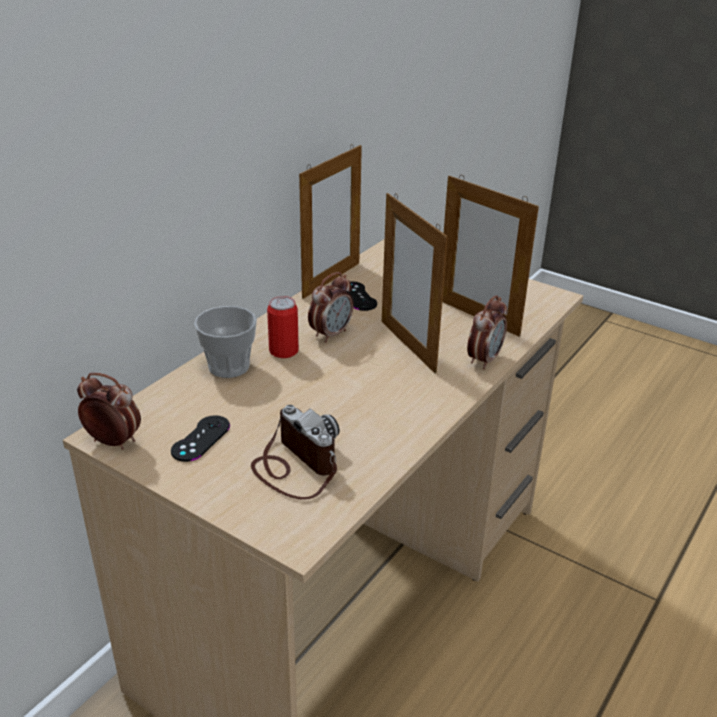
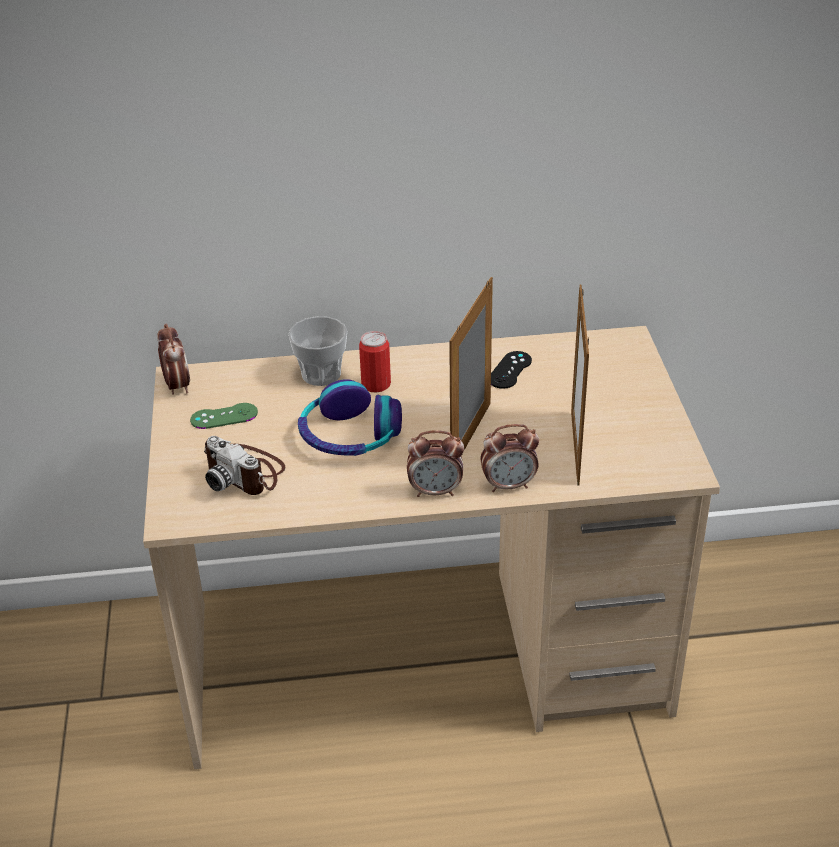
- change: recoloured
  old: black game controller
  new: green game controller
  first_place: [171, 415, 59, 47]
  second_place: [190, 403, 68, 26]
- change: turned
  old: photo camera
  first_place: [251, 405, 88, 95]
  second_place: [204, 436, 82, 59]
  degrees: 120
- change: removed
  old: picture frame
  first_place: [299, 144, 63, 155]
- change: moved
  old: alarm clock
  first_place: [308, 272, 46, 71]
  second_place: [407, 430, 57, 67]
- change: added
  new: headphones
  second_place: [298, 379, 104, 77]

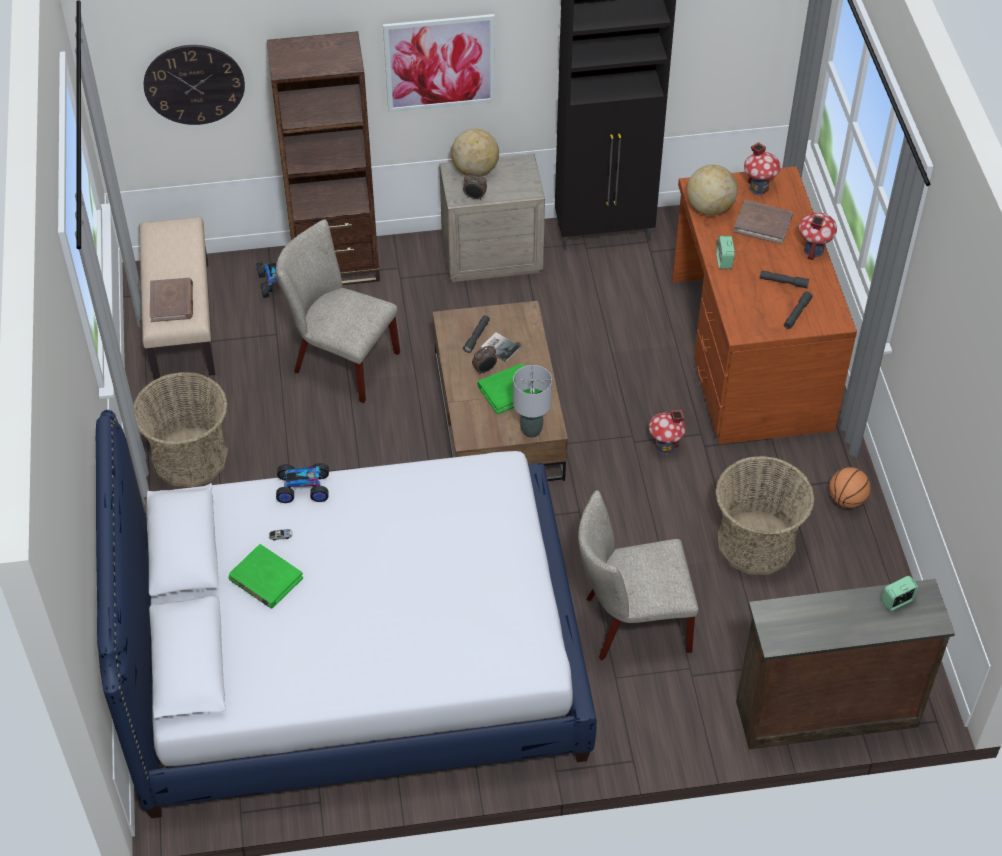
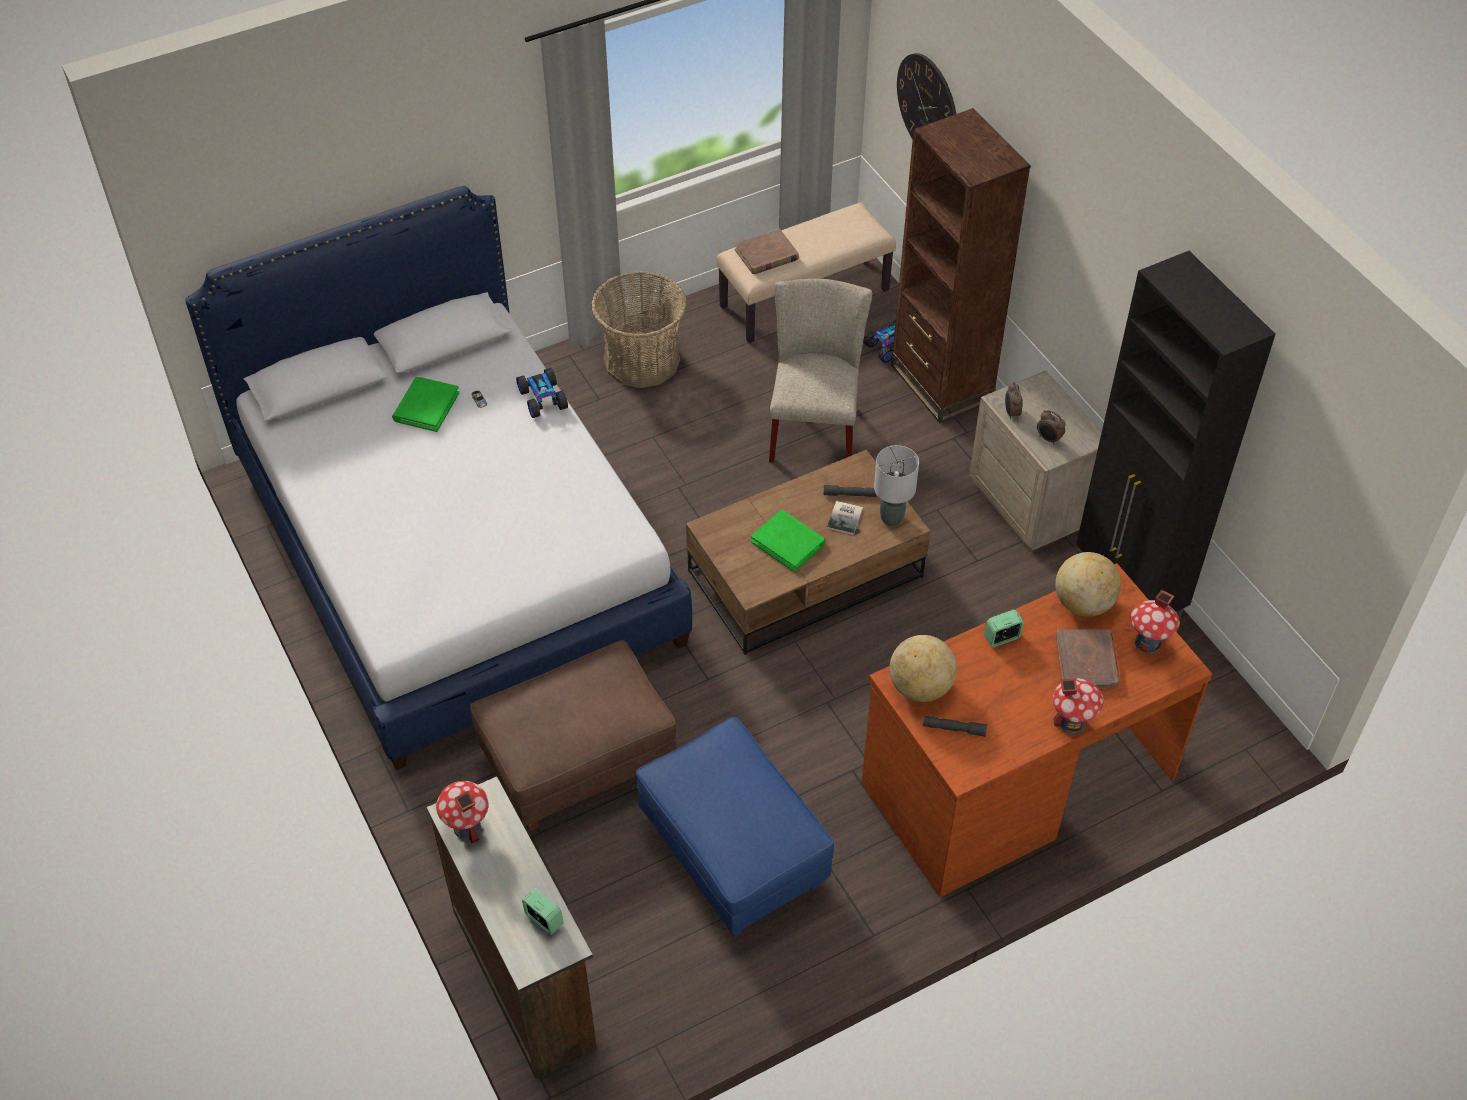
- change: removed
  old: picture
  first_place: [383, 14, 112, 98]
- change: moved
  old: globe
  first_place: [451, 129, 48, 48]
  second_place: [890, 635, 67, 67]
- change: moved
  old: alarm clock
  first_place: [472, 346, 25, 29]
  second_place: [1037, 410, 29, 35]
- change: moved
  old: grey table lamp
  first_place: [513, 365, 39, 73]
  second_place: [874, 445, 45, 81]
- change: replaced
  old: beige chair
  new: brown ottoman
  first_place: [578, 490, 121, 170]
  second_place: [470, 640, 206, 191]
- change: moved
  old: toy house
  first_place: [649, 410, 37, 45]
  second_place: [436, 781, 52, 62]
- change: replaced
  old: basket
  new: blue ottoman
  first_place: [715, 456, 100, 119]
  second_place: [636, 717, 198, 220]
- change: removed
  old: grey flashlight
  first_place: [760, 270, 49, 18]
- change: removed
  old: basketball
  first_place: [829, 467, 42, 41]

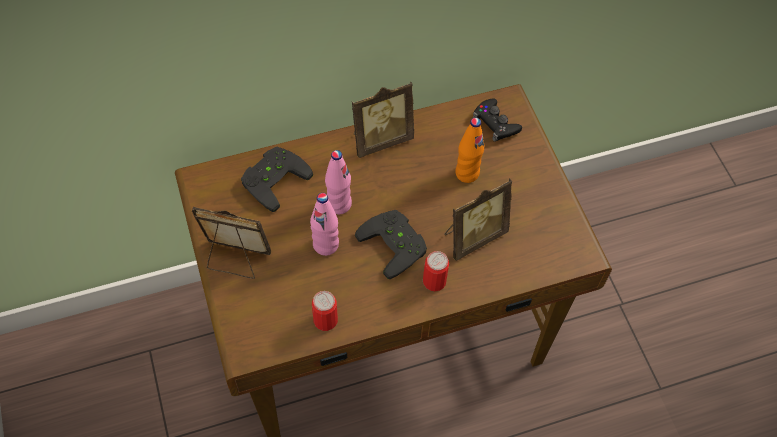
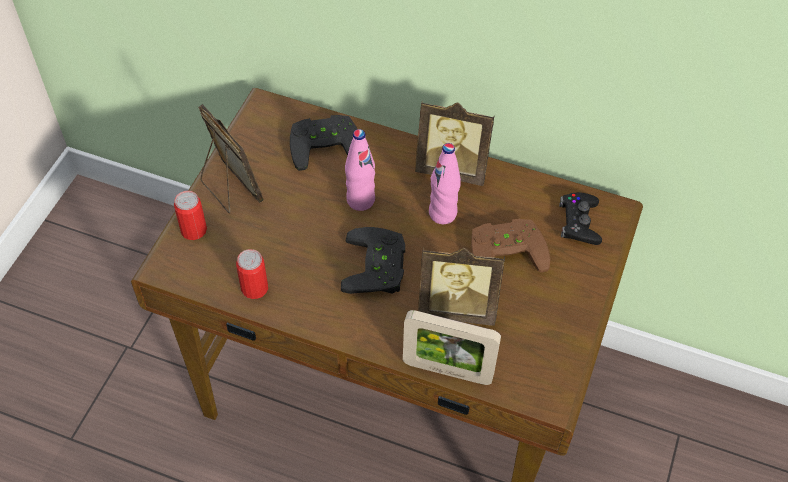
- change: moved
  old: pink bottle
  first_place: [310, 193, 29, 63]
  second_place: [429, 143, 32, 81]
- change: moved
  old: can
  first_place: [423, 251, 26, 40]
  second_place: [174, 191, 33, 49]
- change: replaced
  old: orange bottle
  new: brown game controller
  first_place: [455, 118, 30, 65]
  second_place: [471, 219, 80, 54]
- change: added
  new: picture frame
  second_place: [403, 310, 98, 75]

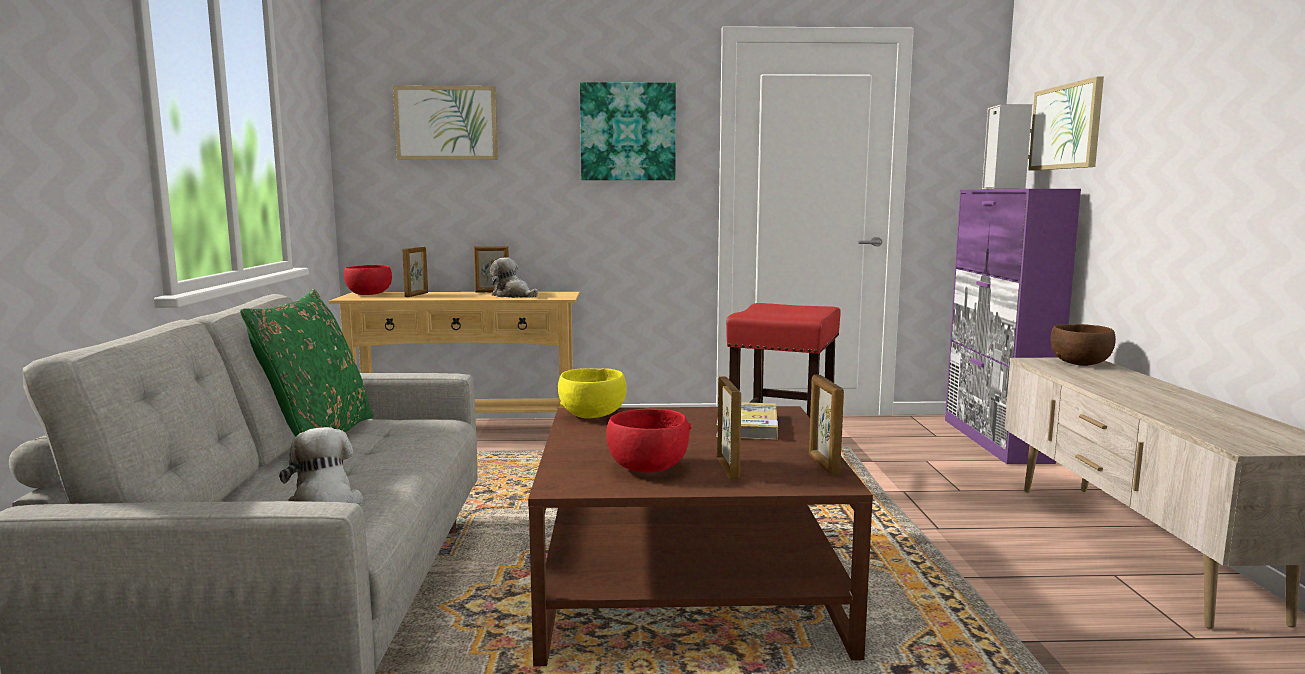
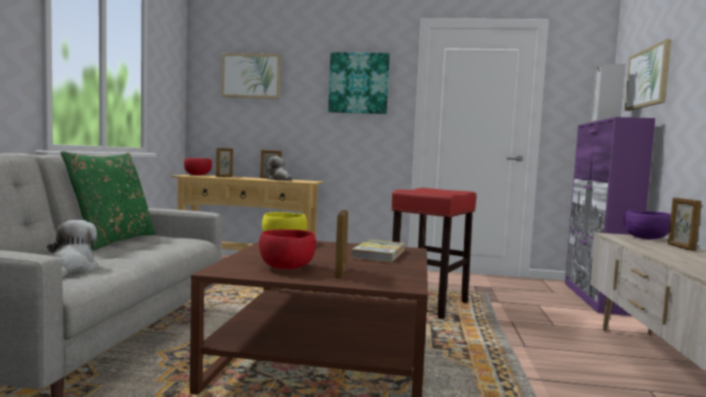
- change: moved
  old: picture frame
  first_place: [809, 375, 35, 101]
  second_place: [668, 198, 34, 53]
- change: recoloured
  old: brown bowl
  new: purple bowl
  first_place: [1051, 324, 65, 42]
  second_place: [624, 210, 47, 29]

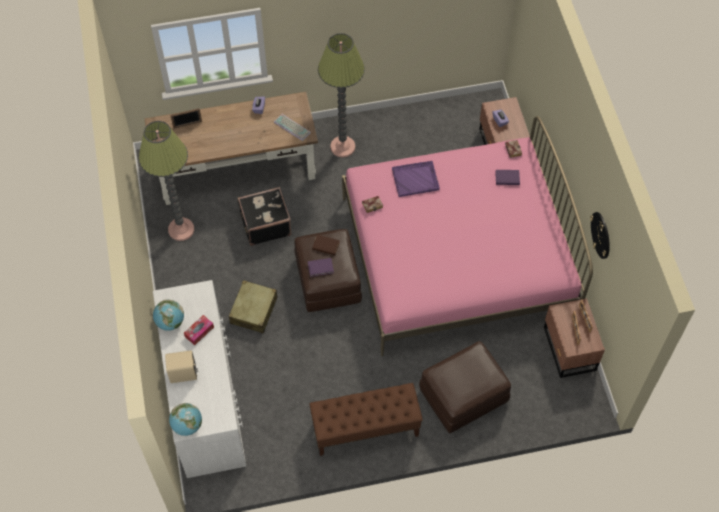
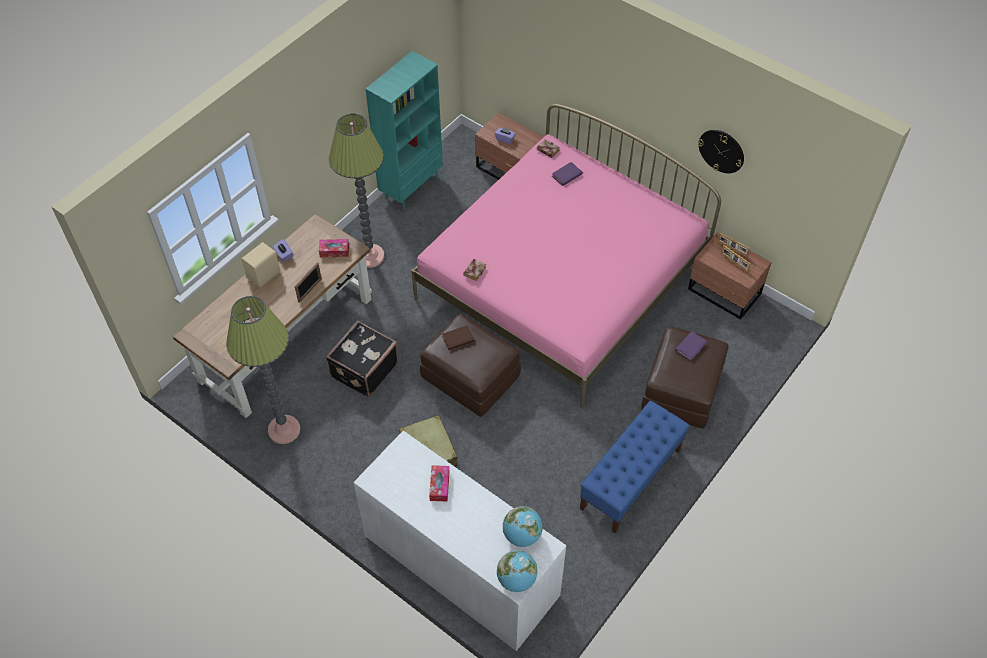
- change: moved
  old: globe
  first_place: [153, 299, 31, 32]
  second_place: [503, 506, 40, 41]
- change: moved
  old: beige speaker
  first_place: [165, 350, 33, 33]
  second_place: [241, 242, 39, 46]
- change: moved
  old: picture frame
  first_place: [170, 108, 32, 21]
  second_place: [294, 263, 28, 40]
- change: replaced
  old: keyboard
  new: tissue box
  first_place: [274, 114, 37, 27]
  second_place: [319, 239, 30, 19]
- change: moved
  old: purple book
  first_place: [308, 258, 26, 19]
  second_place: [675, 331, 32, 30]
- change: recoloured
  old: brown bench
  new: blue bench
  first_place: [309, 383, 114, 73]
  second_place: [580, 401, 110, 133]
- change: removed
  old: purple tray
  first_place: [392, 161, 48, 36]
- change: added
  new: turquoise bookcase
  second_place: [366, 51, 77, 159]

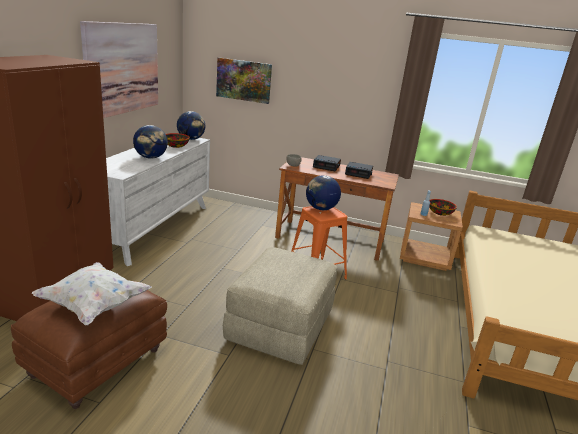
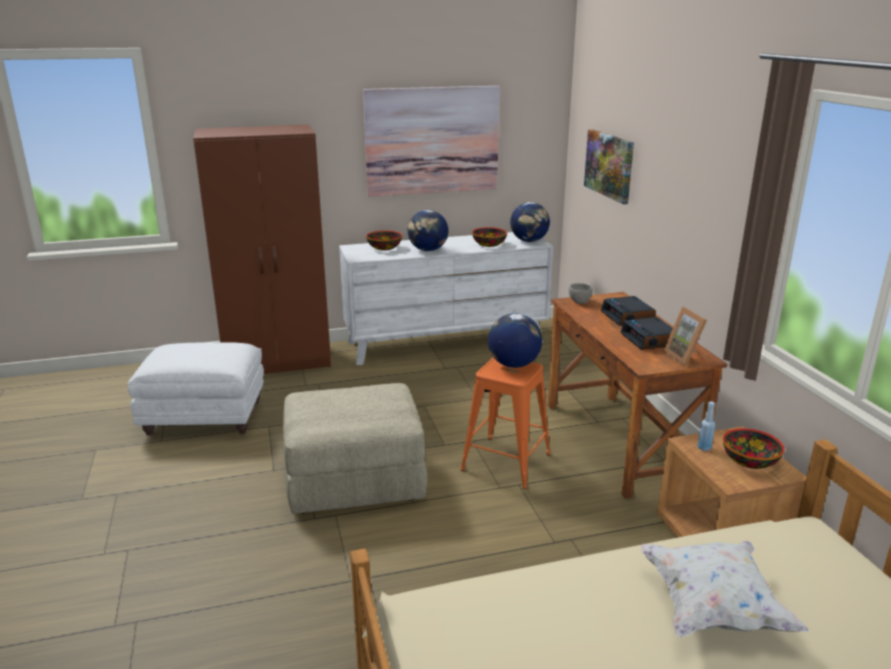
- change: recoloured
  old: brown ottoman
  new: white ottoman
  first_place: [11, 290, 156, 119]
  second_place: [128, 342, 136, 94]
- change: moved
  old: white pillow
  first_place: [32, 262, 120, 64]
  second_place: [641, 541, 168, 96]
- change: added
  new: bowl
  second_place: [366, 230, 36, 20]
- change: added
  new: picture frame
  second_place: [663, 307, 44, 59]

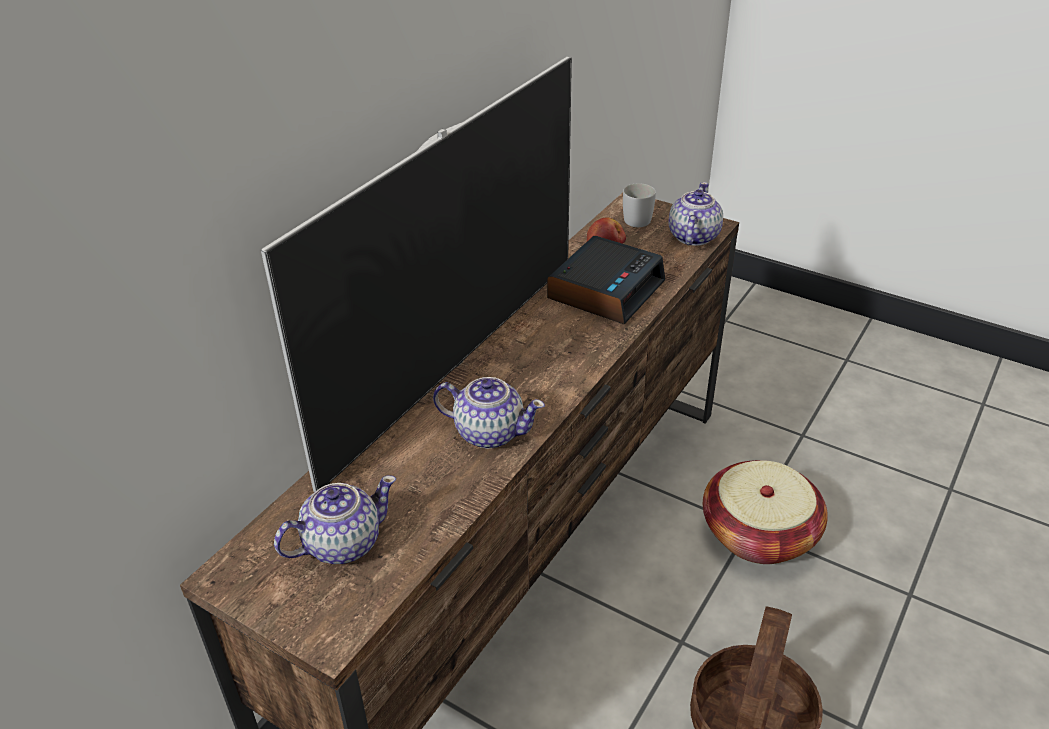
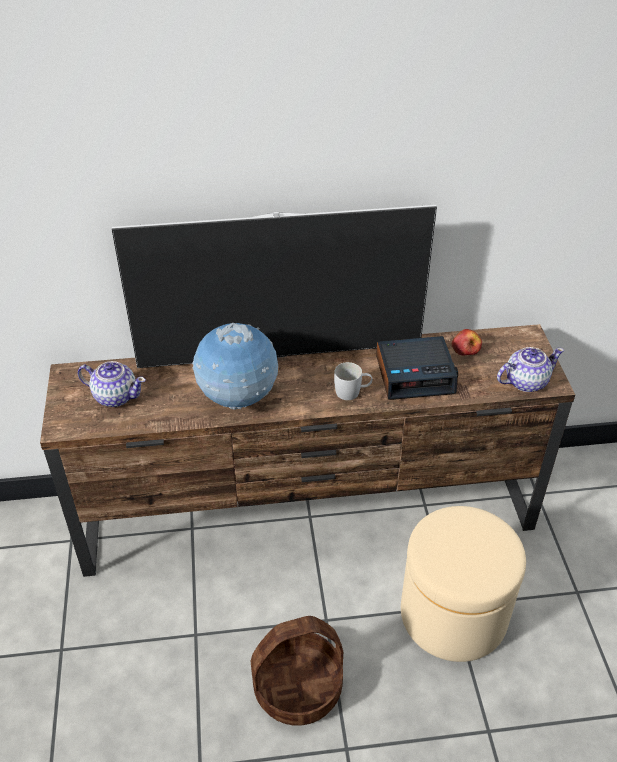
- change: replaced
  old: teapot
  new: globe
  first_place: [433, 377, 112, 72]
  second_place: [192, 322, 86, 88]
- change: moved
  old: white mug
  first_place: [623, 183, 33, 44]
  second_place: [334, 362, 39, 38]
- change: replaced
  old: basket
  new: beige ottoman
  first_place: [703, 460, 125, 104]
  second_place: [401, 506, 125, 156]

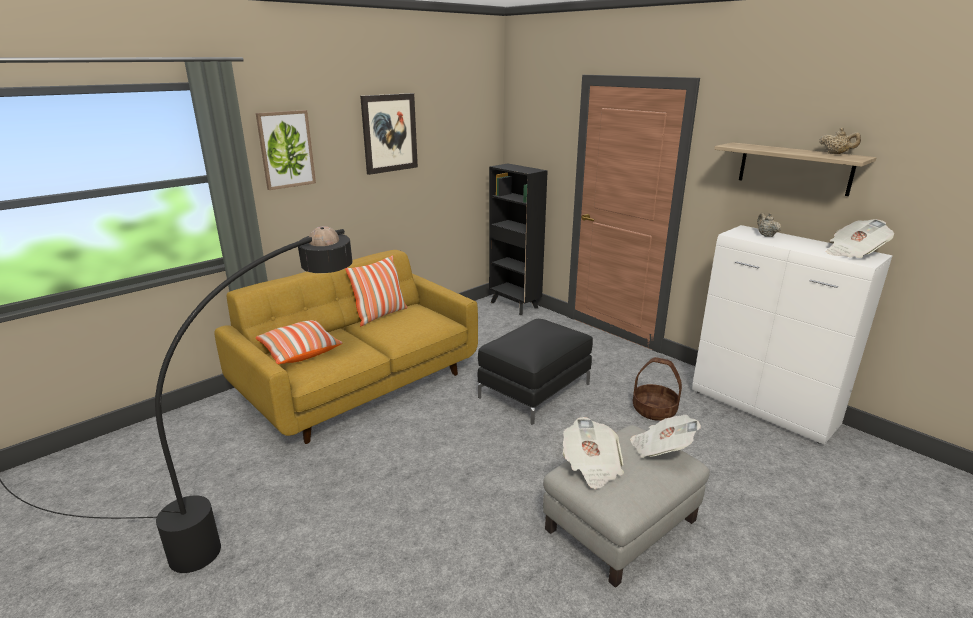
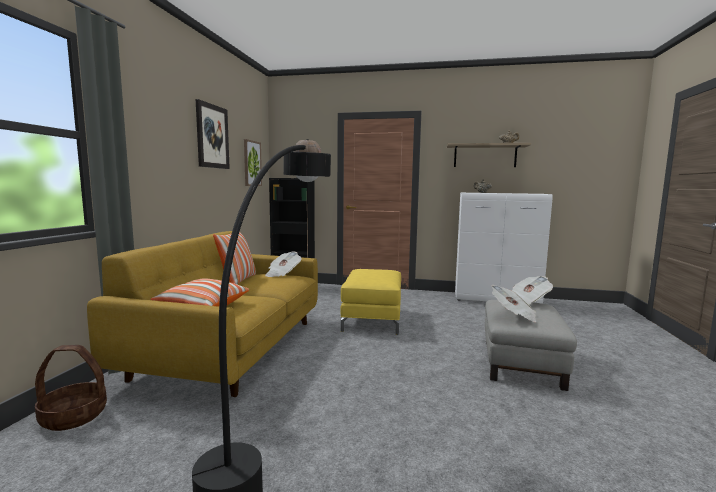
- change: moved
  old: picture
  first_place: [256, 110, 60, 80]
  second_place: [244, 139, 18, 47]
- change: recoloured
  old: black ottoman
  new: yellow ottoman
  first_place: [477, 319, 116, 106]
  second_place: [340, 269, 61, 66]
- change: moved
  old: basket
  first_place: [633, 357, 49, 64]
  second_place: [35, 345, 72, 86]
- change: moved
  old: newspaper
  first_place: [826, 219, 68, 39]
  second_place: [265, 251, 37, 26]

